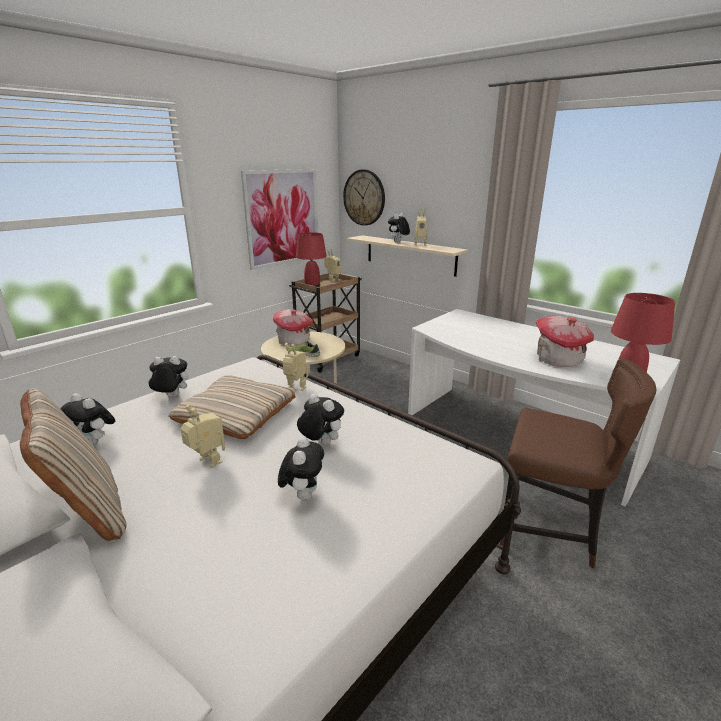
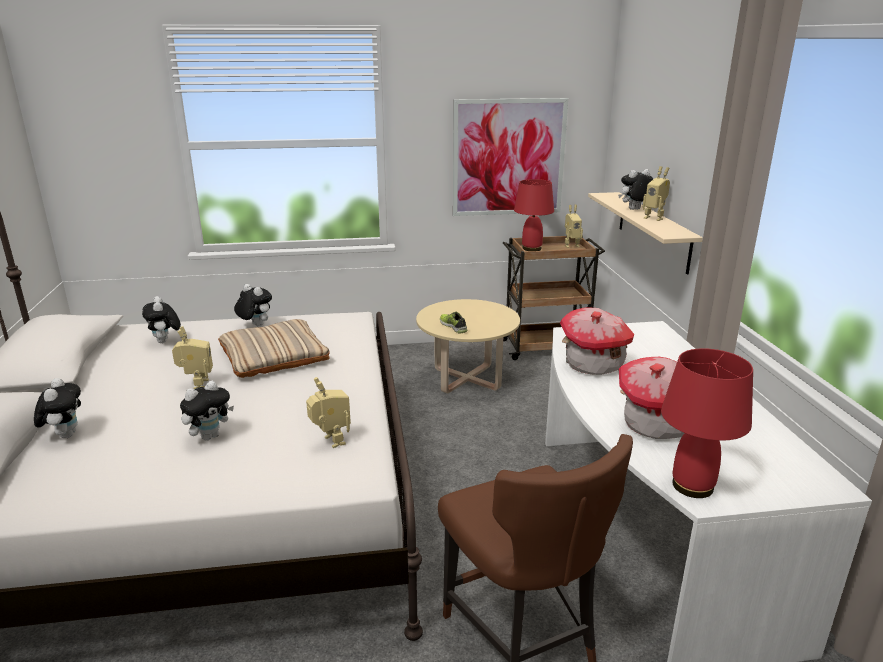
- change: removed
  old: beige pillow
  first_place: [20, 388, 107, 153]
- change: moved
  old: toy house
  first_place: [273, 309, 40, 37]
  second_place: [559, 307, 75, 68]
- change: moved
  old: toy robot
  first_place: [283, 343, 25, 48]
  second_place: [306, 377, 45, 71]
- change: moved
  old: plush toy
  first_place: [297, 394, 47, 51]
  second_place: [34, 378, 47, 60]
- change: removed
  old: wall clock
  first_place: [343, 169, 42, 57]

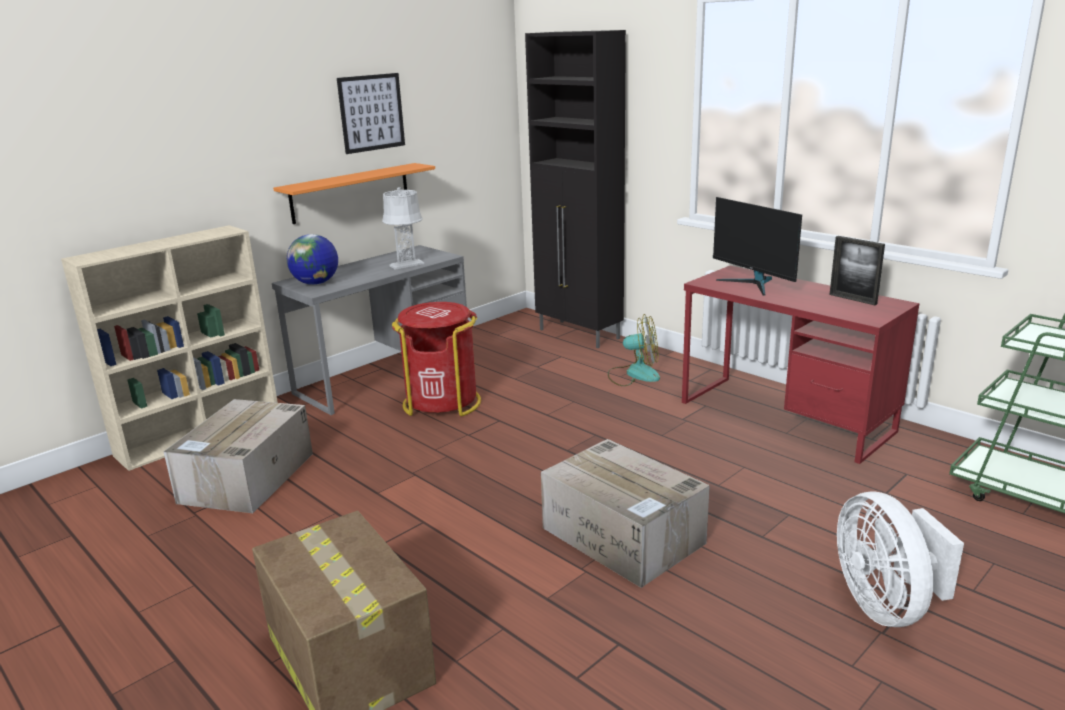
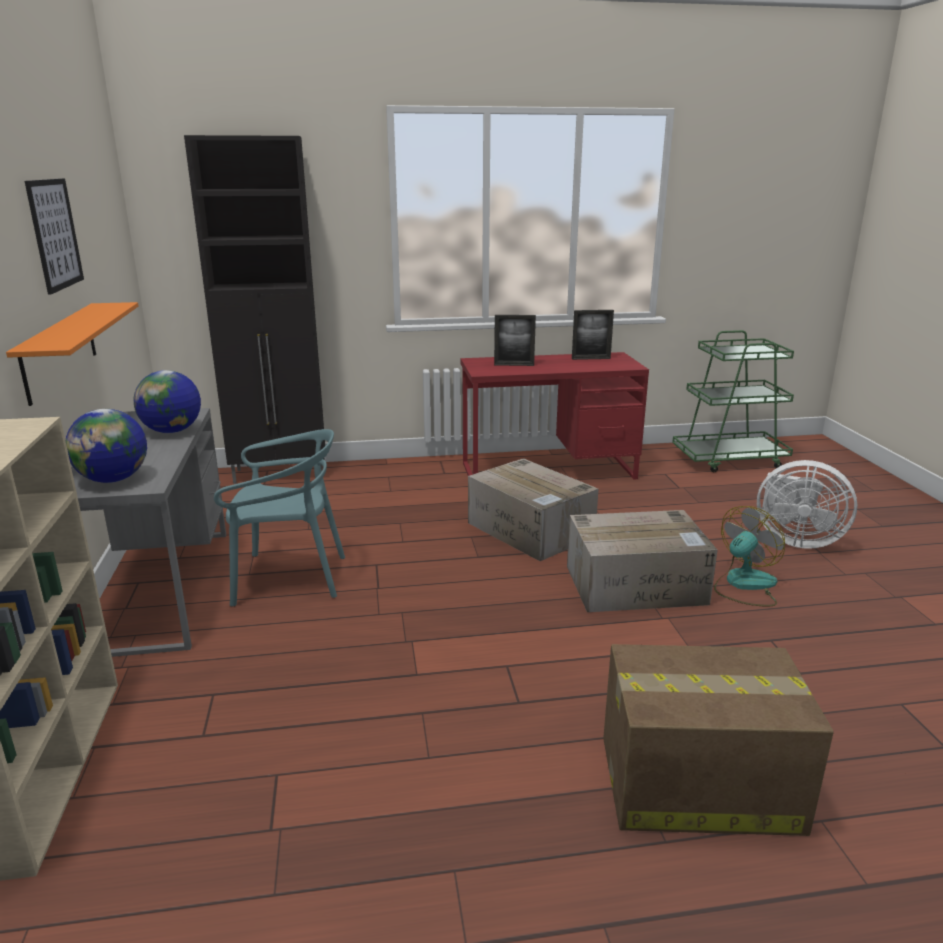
- change: moved
  old: cardboard box
  first_place: [163, 399, 150, 114]
  second_place: [468, 458, 131, 103]
- change: replaced
  old: grey table lamp
  new: globe
  first_place: [382, 187, 42, 83]
  second_place: [133, 370, 68, 63]
- change: replaced
  old: red trash can
  new: turquoise chair
  first_place: [392, 302, 89, 114]
  second_place: [214, 429, 131, 177]
- change: moved
  old: fan
  first_place: [608, 314, 52, 72]
  second_place: [714, 506, 71, 100]
- change: replaced
  old: monitor
  new: picture frame
  first_place: [713, 197, 89, 99]
  second_place: [494, 315, 42, 51]

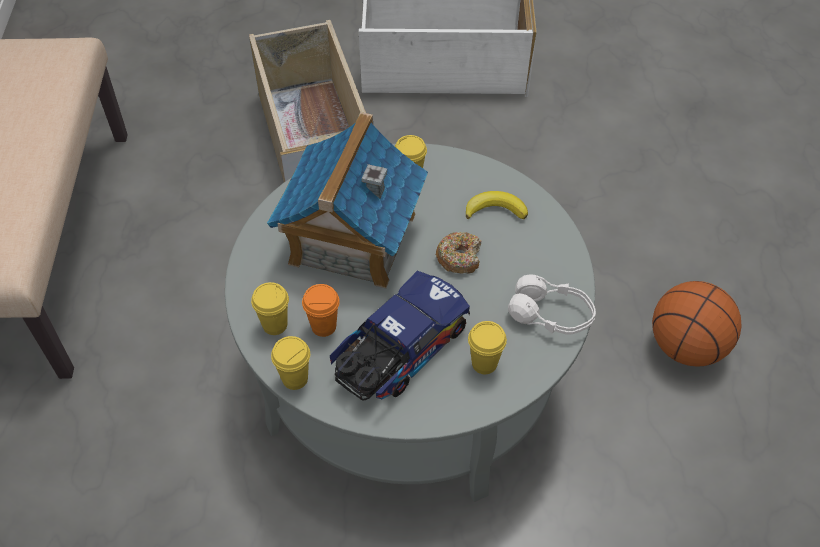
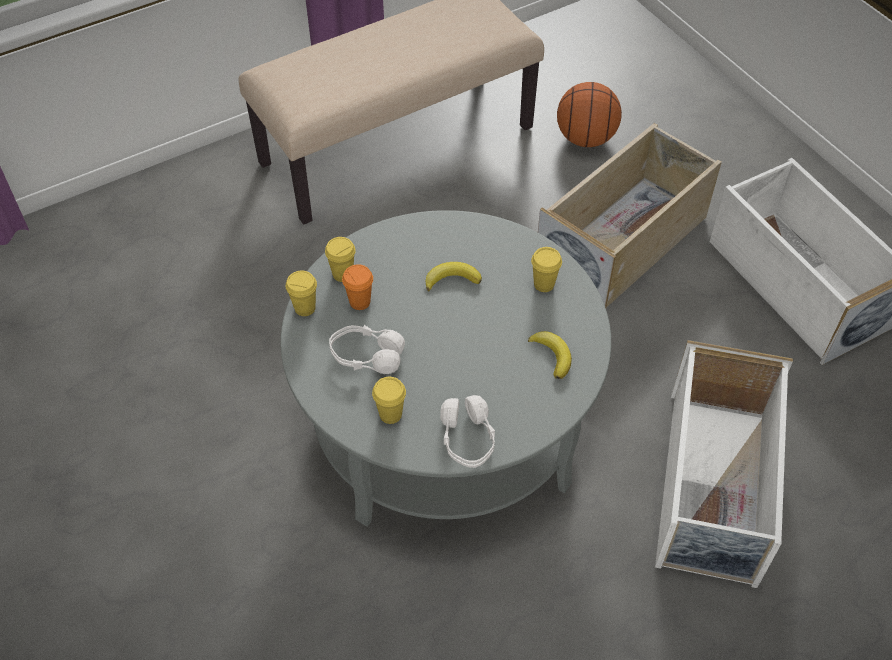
- change: replaced
  old: toy house
  new: banana
  first_place: [267, 112, 161, 176]
  second_place: [426, 262, 56, 29]
- change: replaced
  old: toy truck
  new: white headphones
  first_place: [330, 271, 140, 130]
  second_place: [329, 325, 76, 49]
- change: removed
  old: donut
  first_place: [436, 232, 46, 42]
- change: moved
  old: basketball
  first_place: [652, 281, 89, 86]
  second_place: [557, 82, 65, 65]
- change: added
  new: white storage box
  second_place: [655, 340, 138, 248]

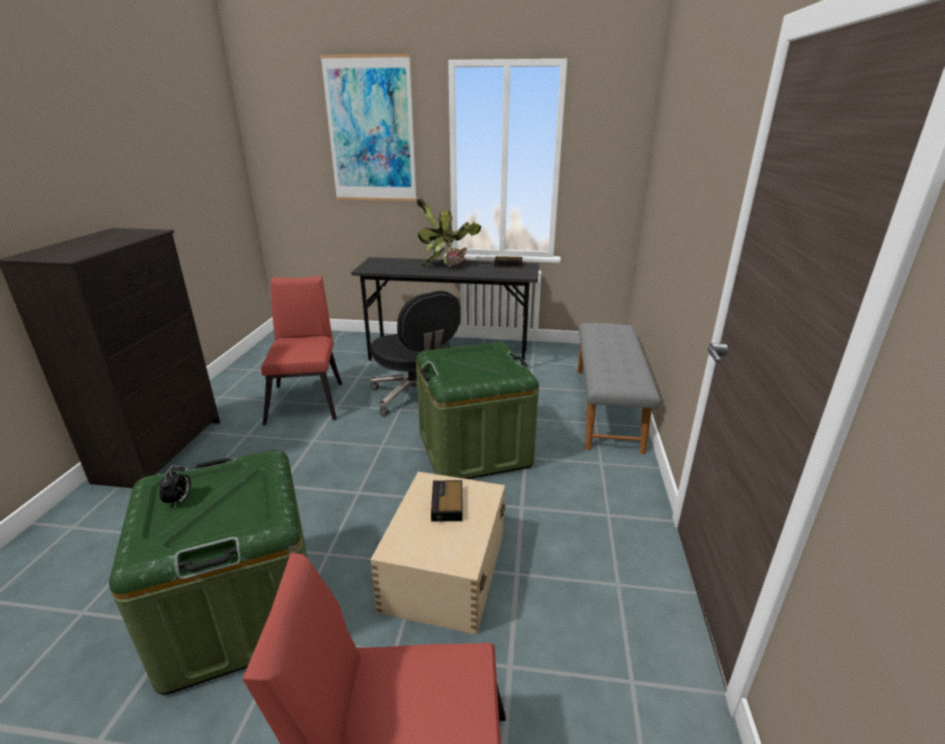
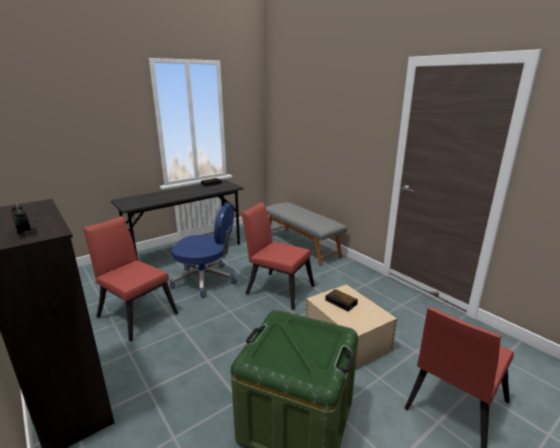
- change: moved
  old: alarm clock
  first_place: [159, 464, 32, 44]
  second_place: [11, 203, 20, 32]
- change: removed
  old: picture
  first_place: [320, 54, 97, 147]
- change: recoloured
  old: black office chair
  new: blue office chair
  first_place: [370, 291, 91, 125]
  second_place: [169, 202, 68, 96]
- change: replaced
  old: green storage box
  new: red chair
  first_place: [416, 342, 123, 137]
  second_place: [241, 202, 73, 108]
- change: removed
  old: potted plant
  first_place: [417, 198, 64, 69]

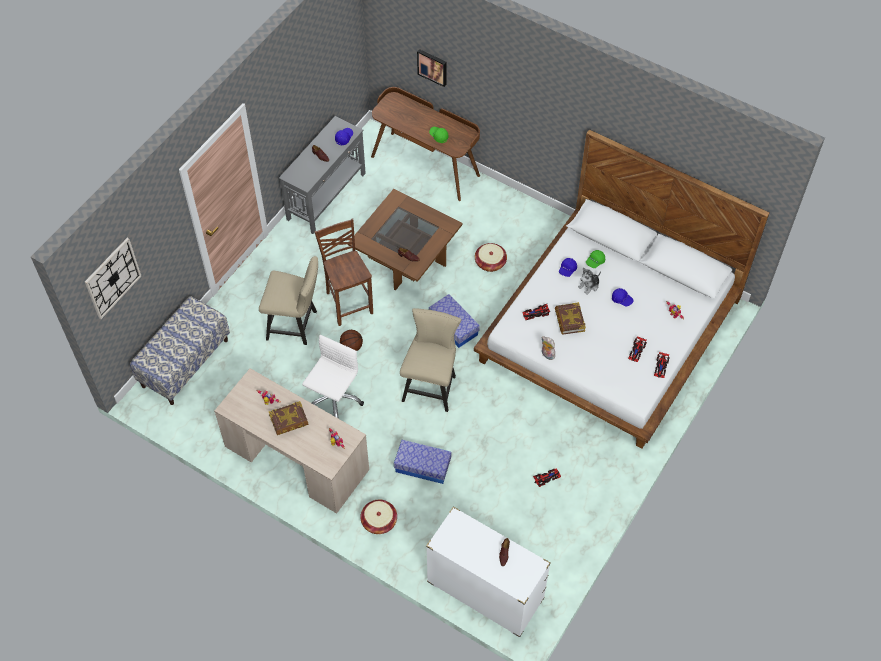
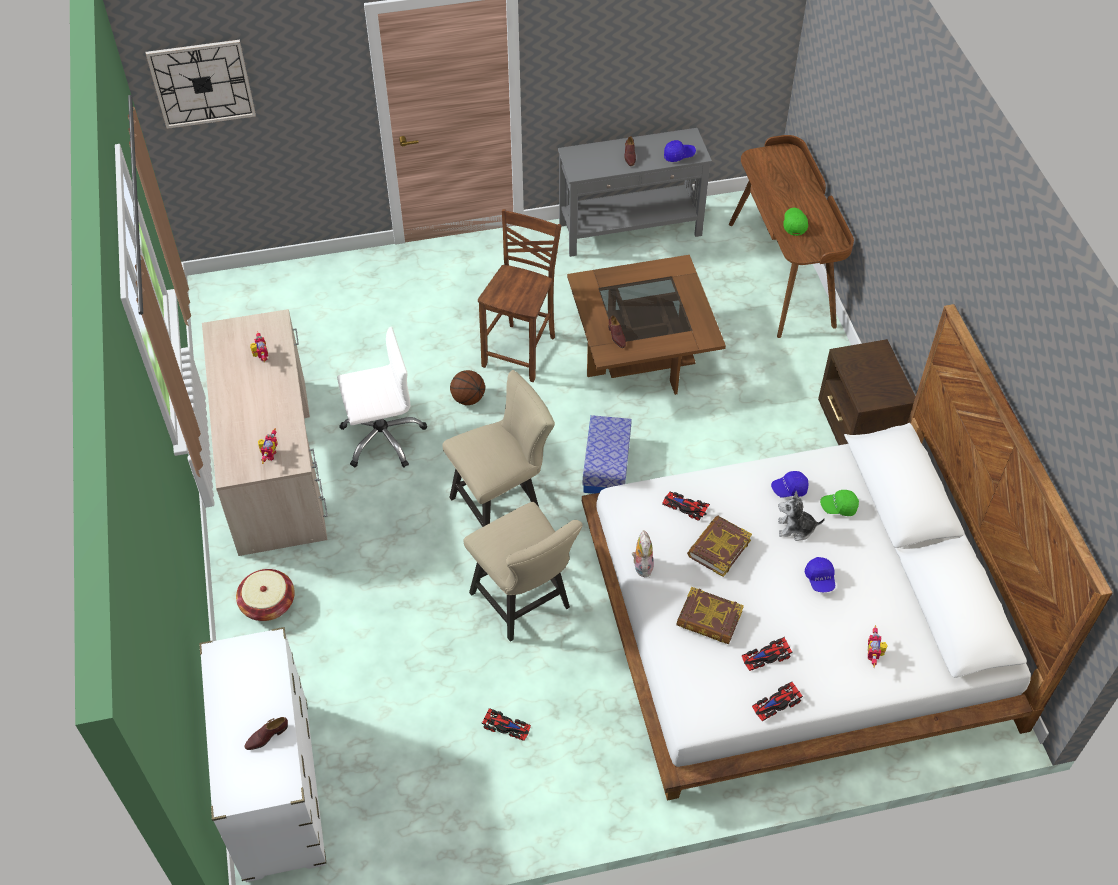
- change: removed
  old: bench
  first_place: [130, 296, 100, 109]
- change: moved
  old: beige chair
  first_place: [259, 256, 59, 89]
  second_place: [463, 502, 120, 140]
- change: moved
  old: book
  first_place: [269, 401, 40, 34]
  second_place: [676, 587, 68, 57]
- change: removed
  old: storage box
  first_place: [394, 440, 58, 44]
- change: removed
  old: picture
  first_place: [417, 49, 30, 38]
- change: removed
  old: basket
  first_place: [475, 243, 32, 29]
- change: added
  new: brown nightstand
  second_place: [818, 339, 98, 106]

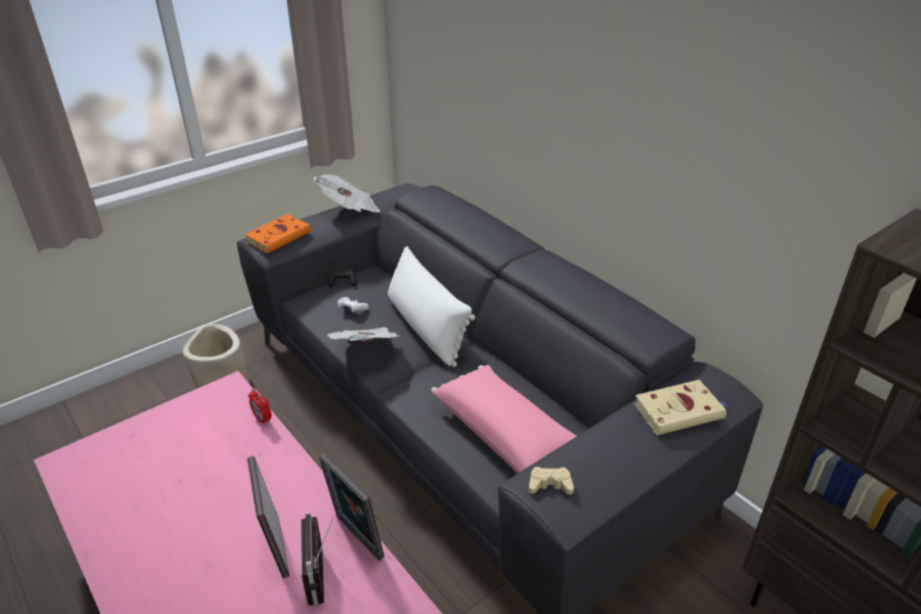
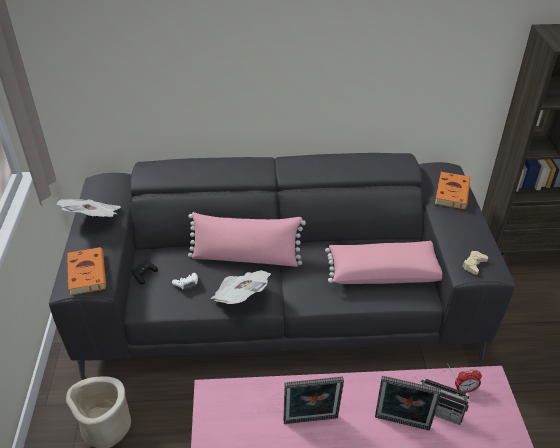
- change: moved
  old: alarm clock
  first_place: [248, 389, 24, 36]
  second_place: [455, 369, 27, 24]
- change: moved
  old: picture frame
  first_place: [319, 453, 65, 108]
  second_place: [283, 377, 61, 47]
- change: recoloured
  old: white pillow
  new: pink pillow
  first_place: [388, 246, 87, 121]
  second_place: [188, 212, 118, 55]
- change: recoloured
  old: beige book
  new: orange book
  first_place: [634, 380, 94, 55]
  second_place: [435, 172, 35, 37]

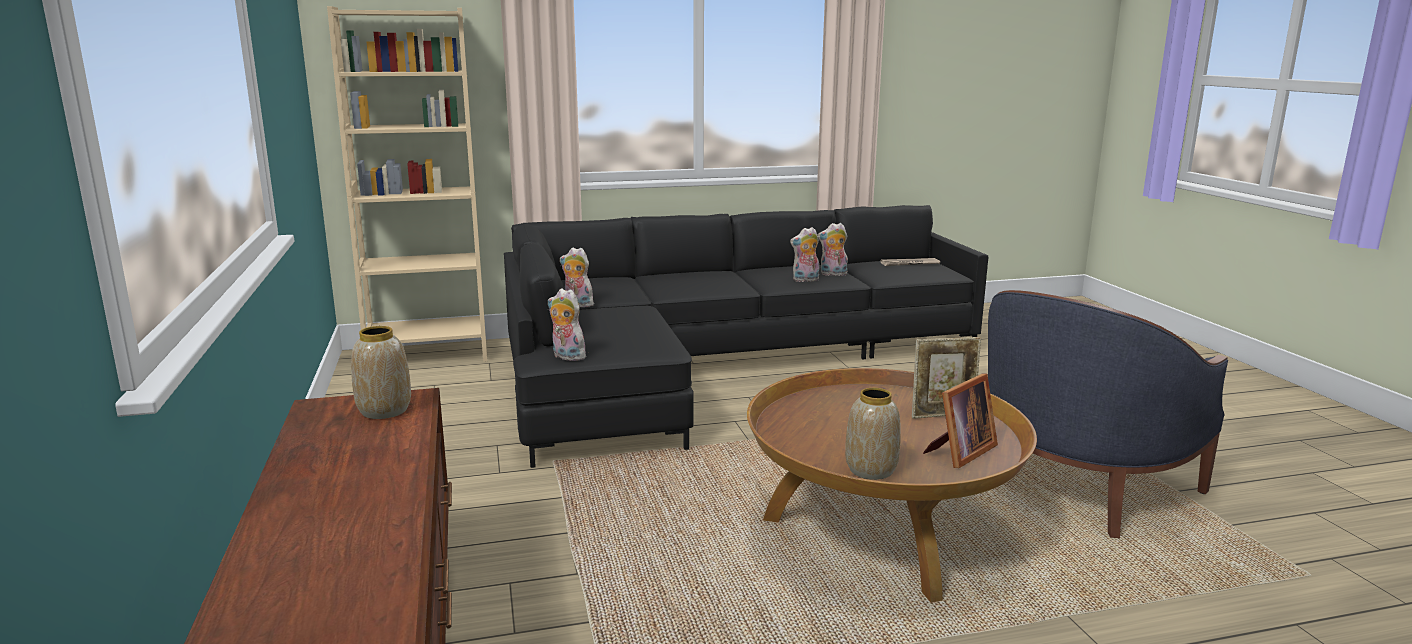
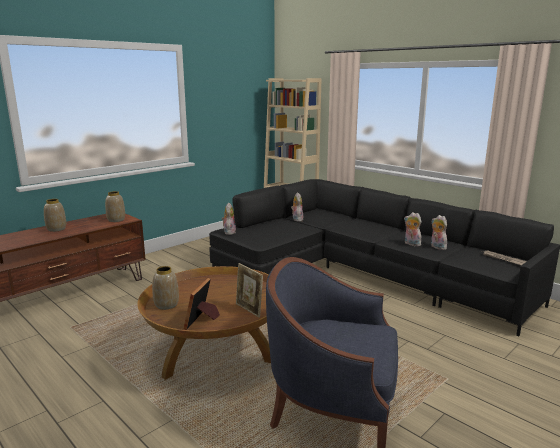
- change: turned
  old: picture frame
  first_place: [923, 374, 75, 94]
  second_place: [183, 278, 37, 52]
  degrees: 90
- change: added
  new: vase
  second_place: [44, 199, 22, 33]

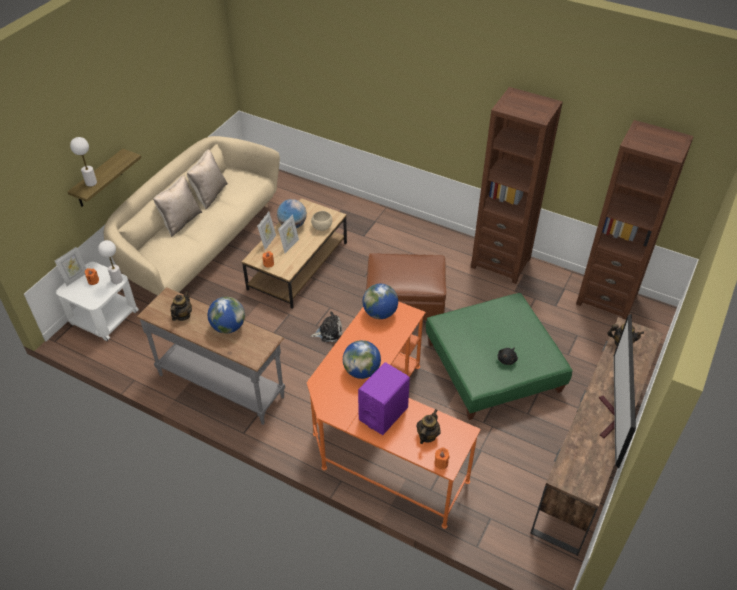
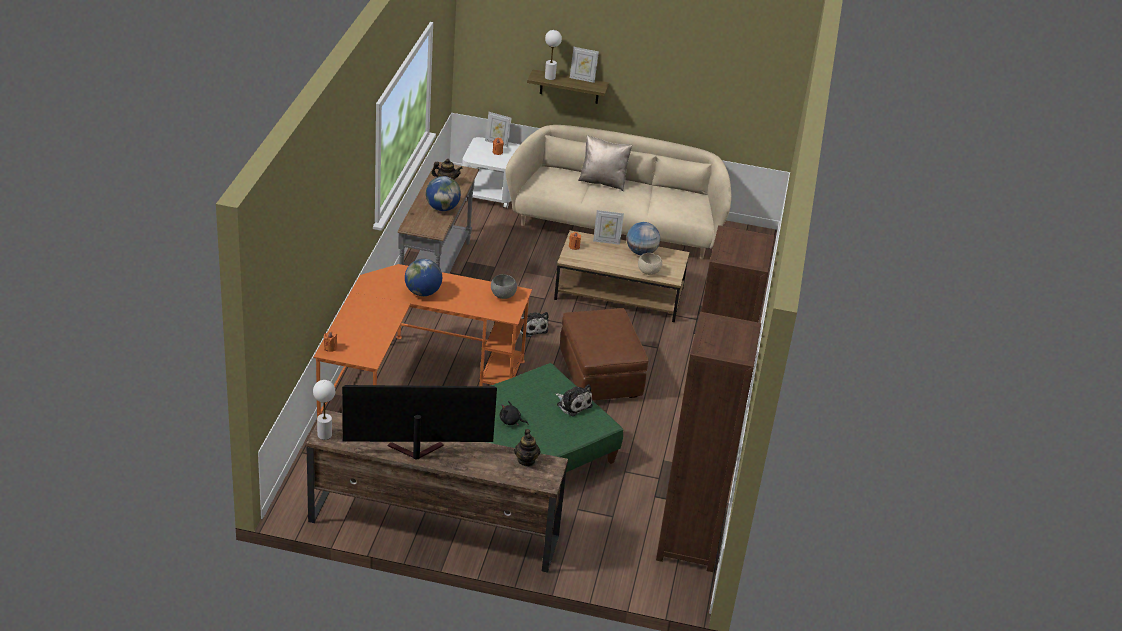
- change: moved
  old: white table lamp
  first_place: [98, 240, 25, 44]
  second_place: [313, 380, 22, 60]
- change: removed
  old: beige pillow
  first_place: [187, 149, 41, 60]
- change: moved
  old: picture frame
  first_place: [278, 215, 21, 38]
  second_place: [570, 47, 29, 36]
- change: removed
  old: purple speaker
  first_place: [358, 362, 52, 73]
- change: replaced
  old: globe
  new: grey bowl
  first_place: [363, 284, 35, 35]
  second_place: [491, 274, 26, 25]
- change: removed
  old: teapot
  first_place: [416, 409, 25, 35]
- change: added
  new: plush toy
  second_place: [555, 384, 38, 32]

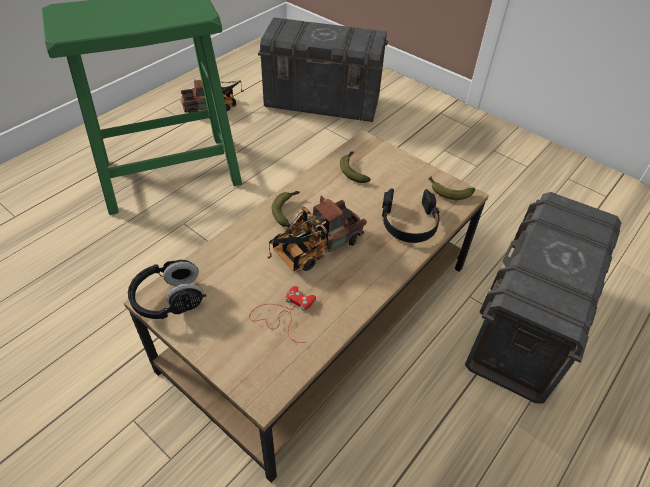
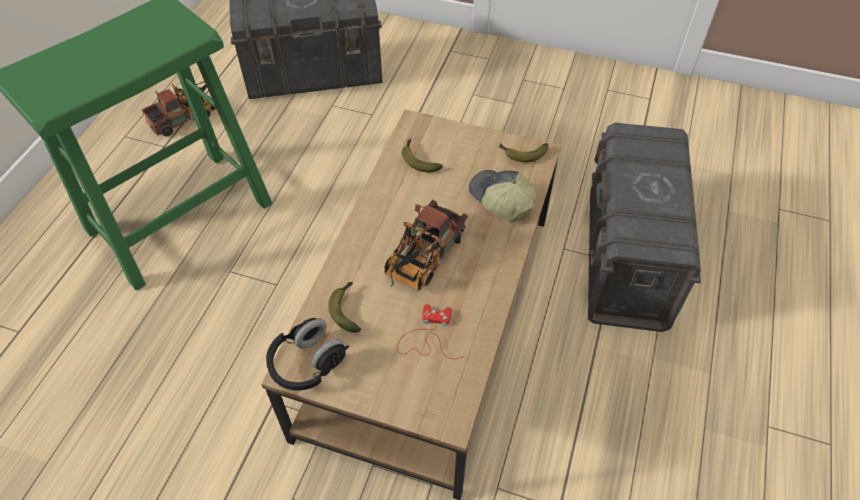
- change: moved
  old: banana
  first_place: [272, 191, 28, 36]
  second_place: [328, 282, 33, 51]
- change: replaced
  old: black headphones
  new: cap
  first_place: [382, 188, 58, 55]
  second_place: [469, 170, 67, 52]

